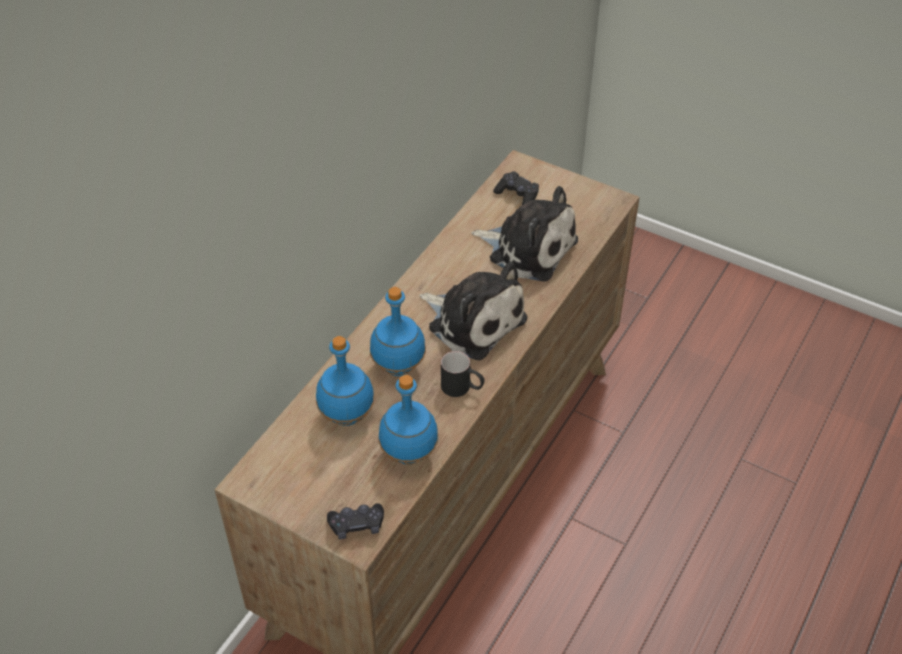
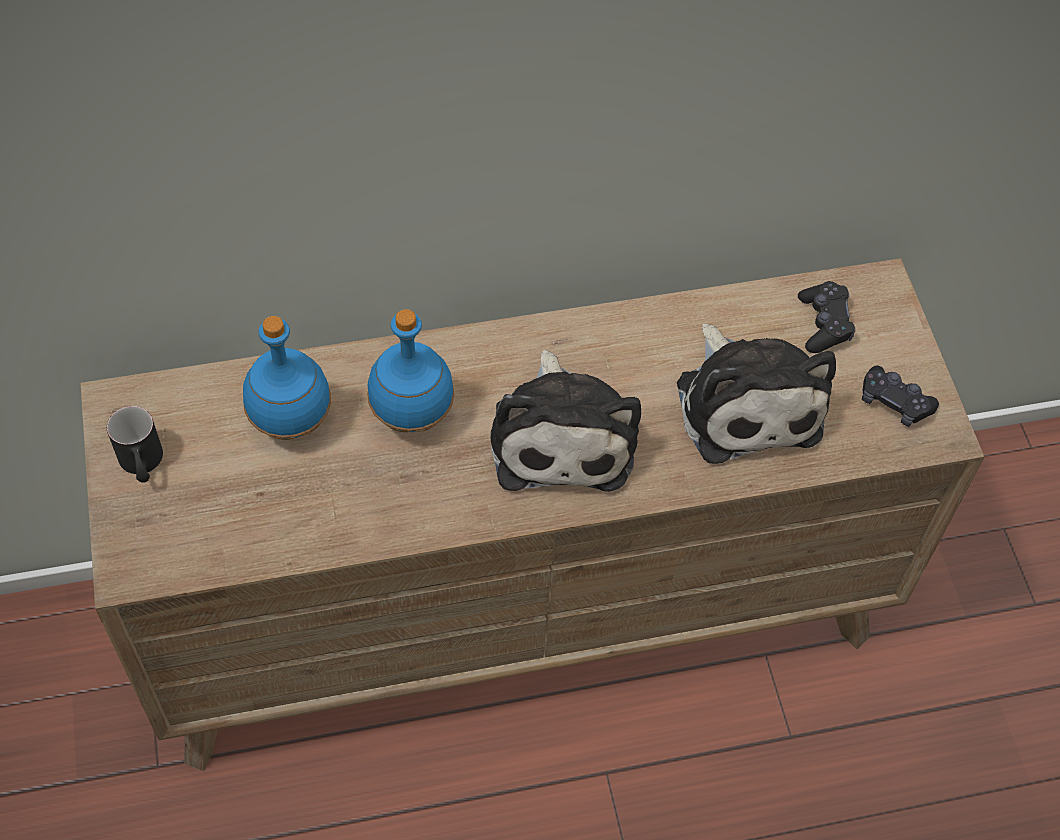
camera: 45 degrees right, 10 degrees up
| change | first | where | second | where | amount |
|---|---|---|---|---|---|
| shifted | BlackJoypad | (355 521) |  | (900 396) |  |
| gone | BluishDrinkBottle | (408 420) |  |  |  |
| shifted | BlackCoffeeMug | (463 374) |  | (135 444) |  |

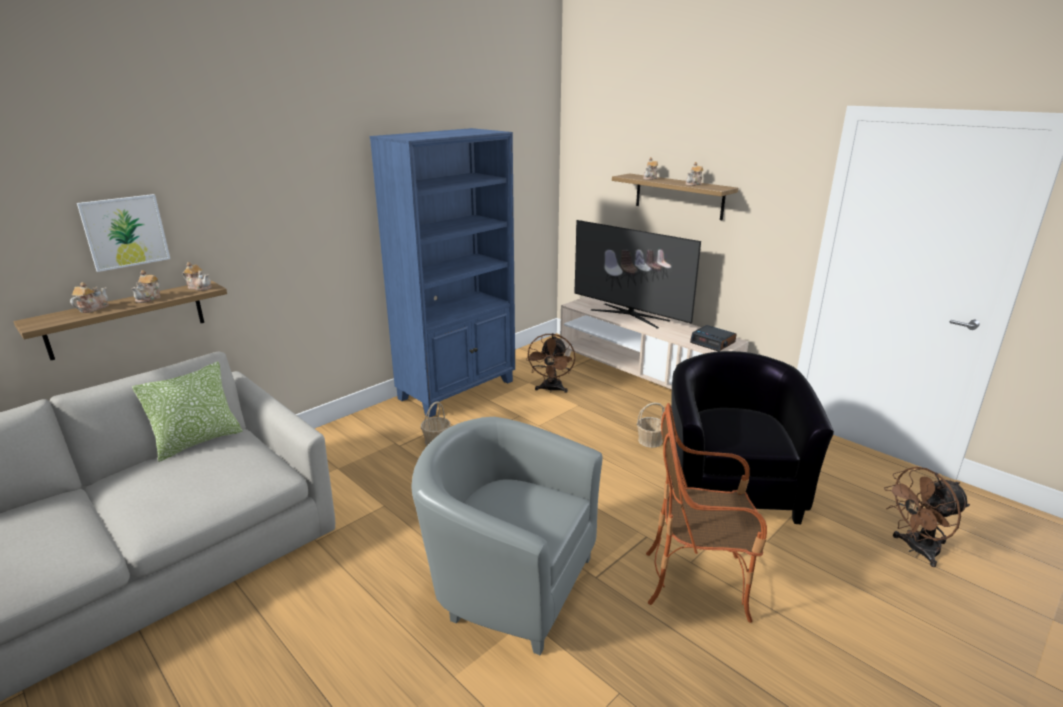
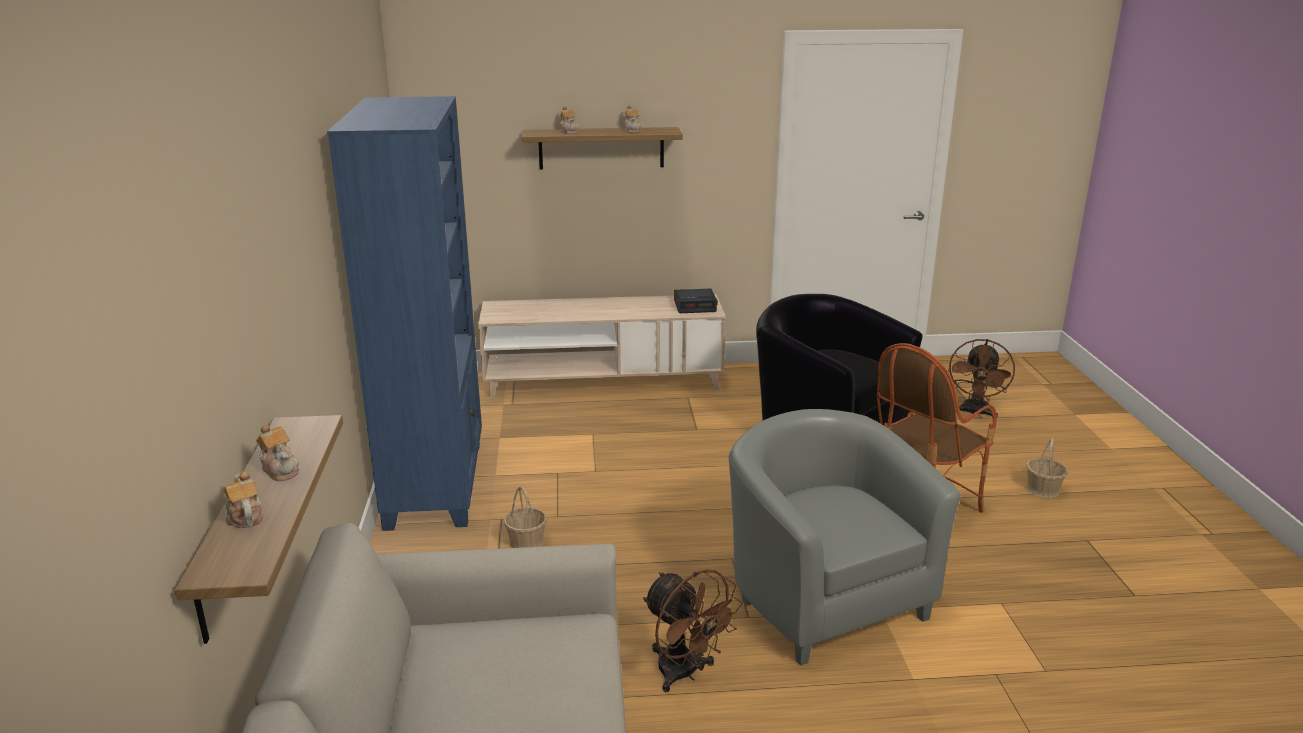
camera: 50 degrees left, 0 degrees up
| change | first | where | second | where | amount |
|---|---|---|---|---|---|
| gone | WallArt | (123 233) |  |  |  |
| gone | Pillow | (187 412) |  |  |  |
| gone | Teapot | (197 276) |  |  |  |
| rotated | GreyishArmchair | (506 536) |  | (844 537) | 90 degrees clockwise |
| shifted | BrownishElectricFan | (550 363) |  | (693 630) |  |
| gone | Tv | (637 274) |  |  |  |
| shifted | StorageBasket | (651 425) |  | (1047 468) |  |

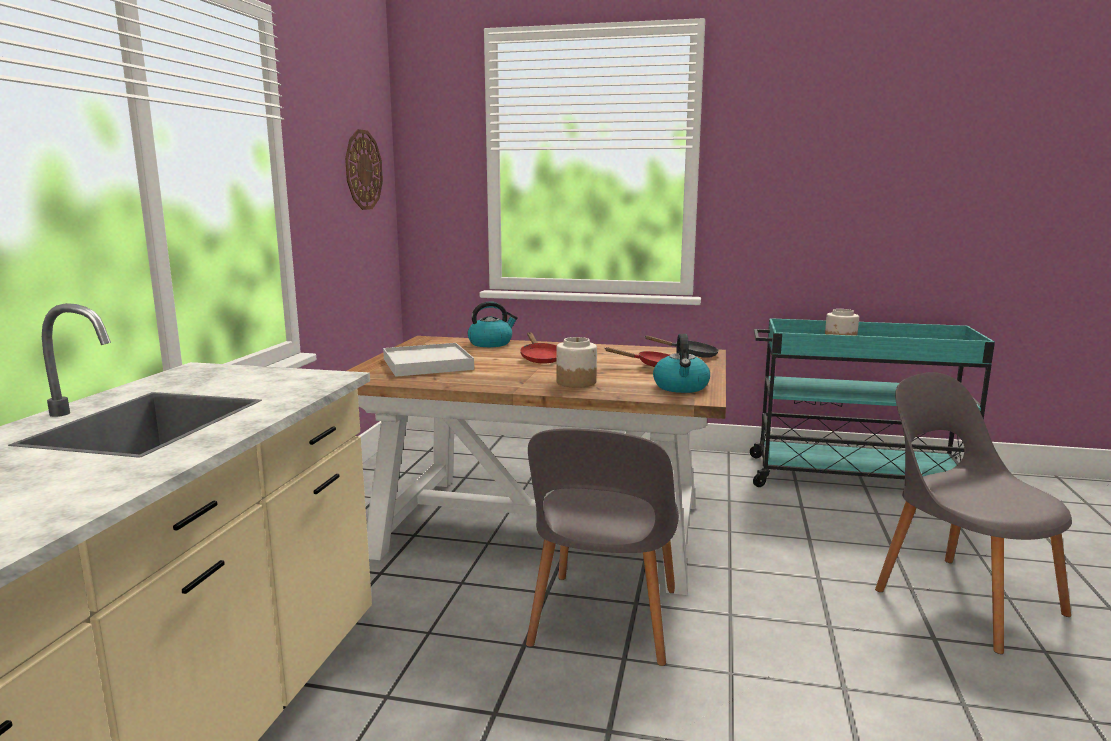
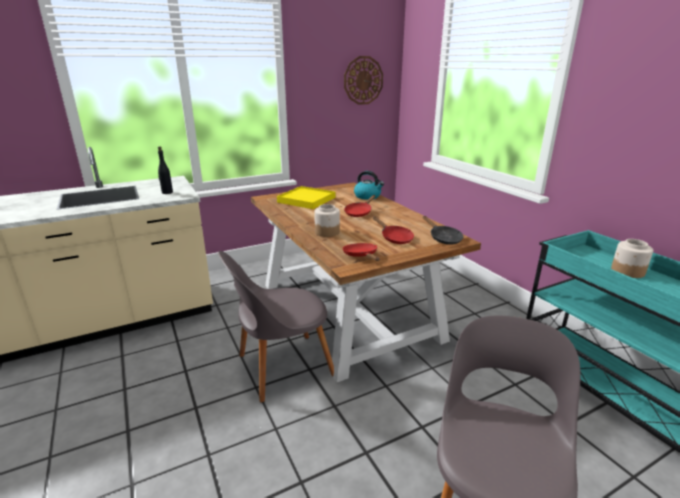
camera: 50 degrees right, 10 degrees up
| change | first | where | second | where | amount |
|---|---|---|---|---|---|
| repainted | WhiteColouredCarryingTray | (428 360) | YellowColouredCarryingTray | (306 197) |  |
| swapped | TeaKettle | (681 363) | ReddishFryingPan | (361 252) |  |
| new |  |  | BlackDrinkBottle | (165 170) |  |

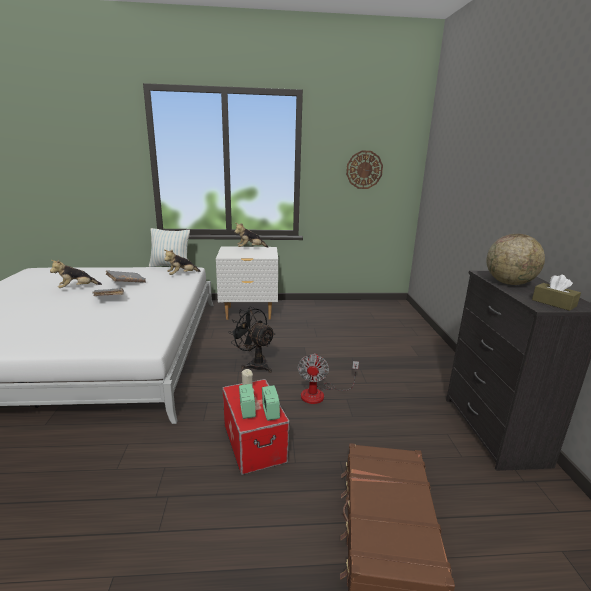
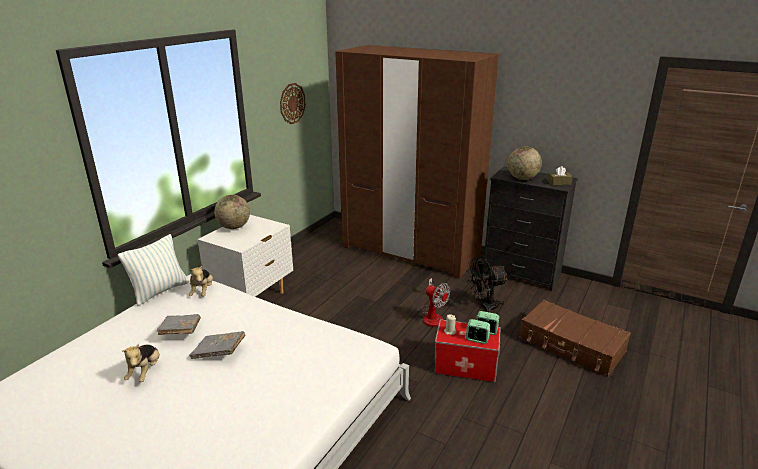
camera: 55 degrees left, 5 degrees up
| change | first | where | second | where | amount |
|---|---|---|---|---|---|
| shifted | BlackElectricFan | (251 339) |  | (487 285) |  |
| swapped | PlushToy | (251 235) | WorldGlobe | (232 212) |  |
| new |  |  | BrownishWardrobe | (417 161) |  |

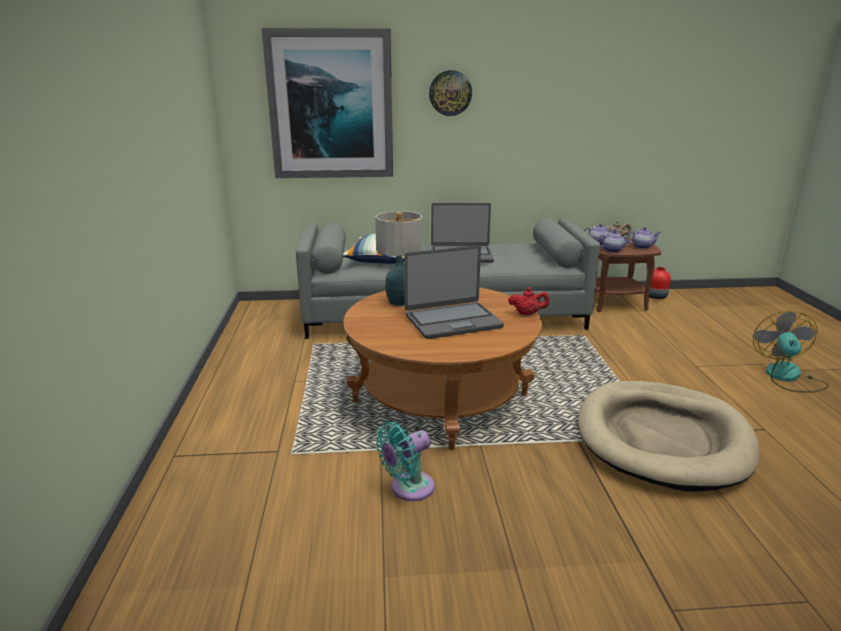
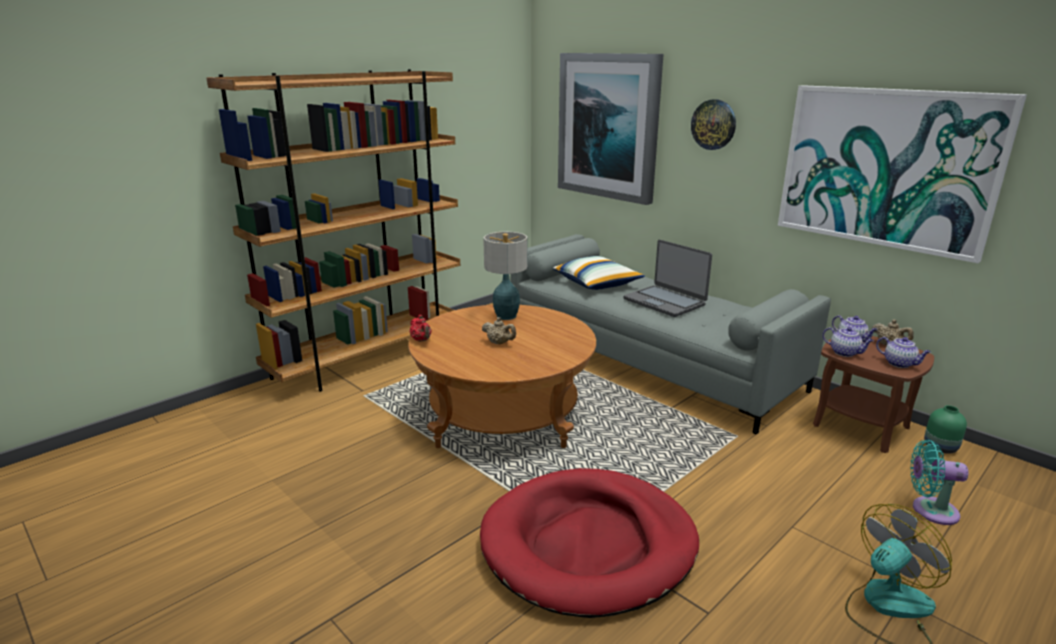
camera: 50 degrees right, 0 degrees up
| change | first | where | second | where | amount |
|---|---|---|---|---|---|
| shifted | TurquoiseElectricFan | (405 461) |  | (939 482) |  |
| swapped | Laptop | (454 292) | SandColouredTeapot | (499 331) |  |
| shifted | ReddishTeapot | (529 301) |  | (420 328) |  |
| repainted | SandColouredDogCushion | (669 436) | ReddishDogCushion | (589 543) |  |
| repainted | ReddishVase | (660 283) | GreenColouredVase | (945 429) |  |
| new |  |  | BrownishBookshelf | (333 230) |  |
| new |  |  | WallArt | (902 174) |  |

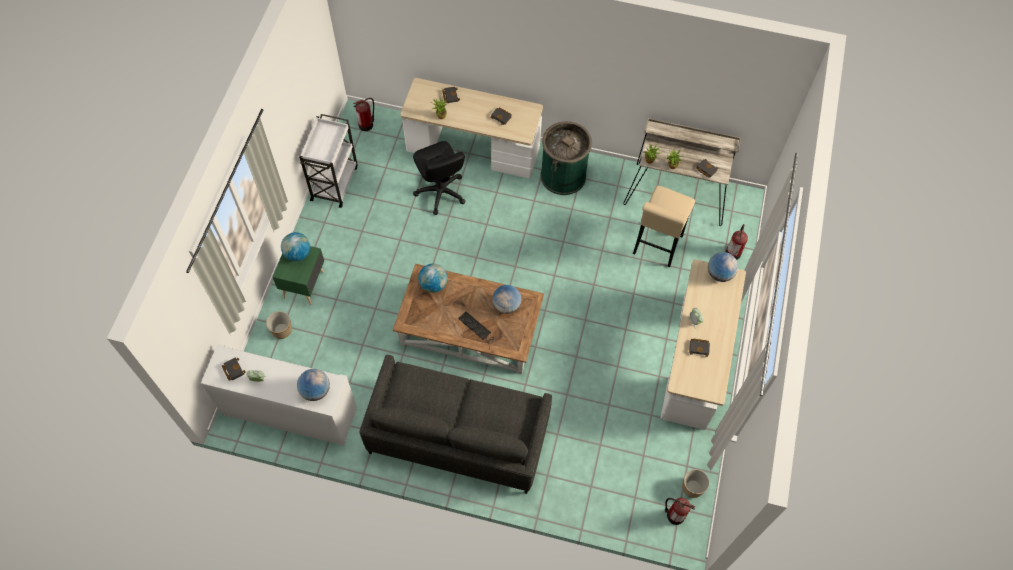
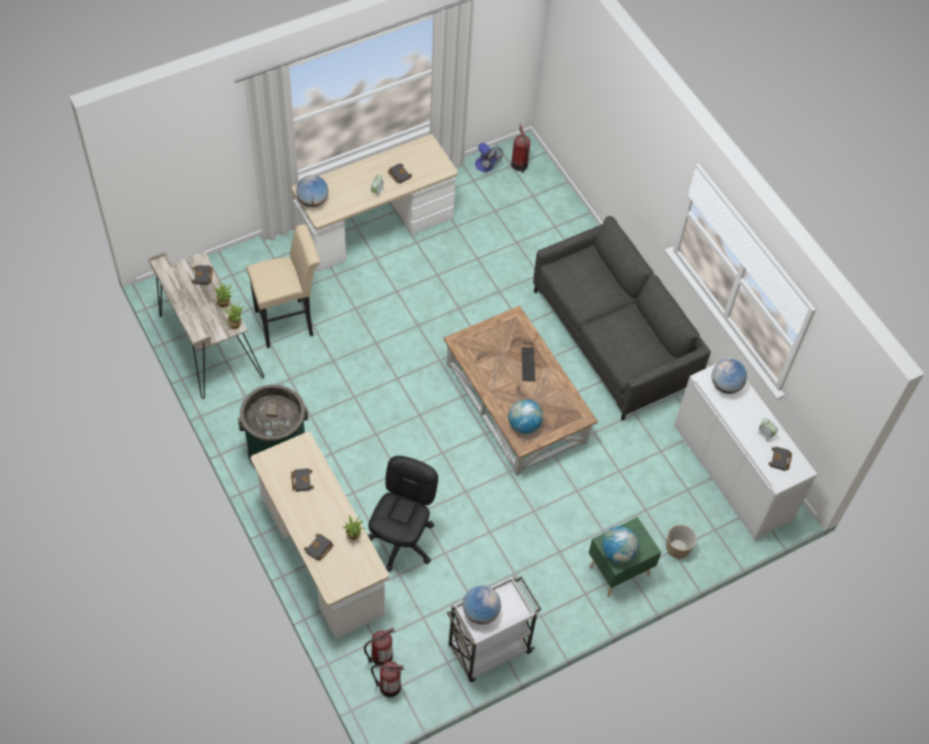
camera: 135 degrees left, 5 degrees down
| change | first | where | second | where | amount |
|---|---|---|---|---|---|
| shifted | WorldGlobe | (507 299) |  | (482 605) |  |
| swapped | FlowerPot | (696 483) | ElectricFan | (489 157) |  |
| shifted | FireExtinguisher | (737 242) |  | (379 646) |  |

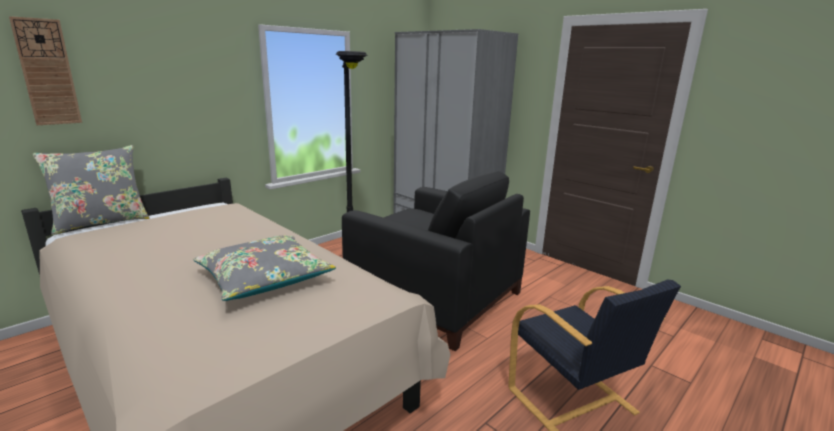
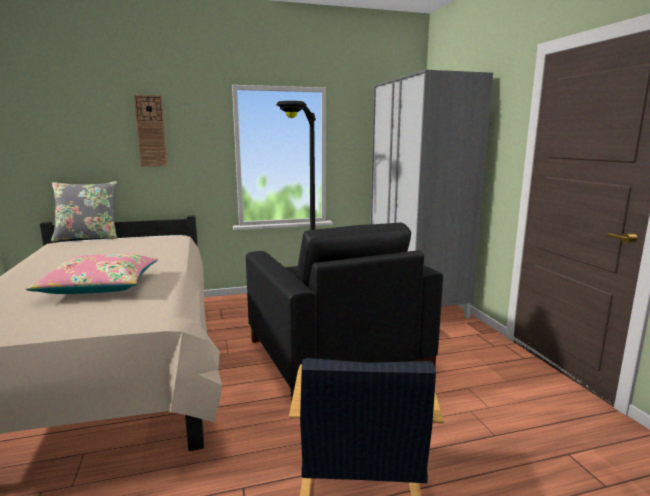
camera: 30 degrees right, 5 degrees down
| change | first | where | second | where | amount |
|---|---|---|---|---|---|
| shifted | HangingClock | (45 70) |  | (151 131) |  |
| repainted | GreyishPillow | (264 268) | PinkPillow | (91 274) |  |

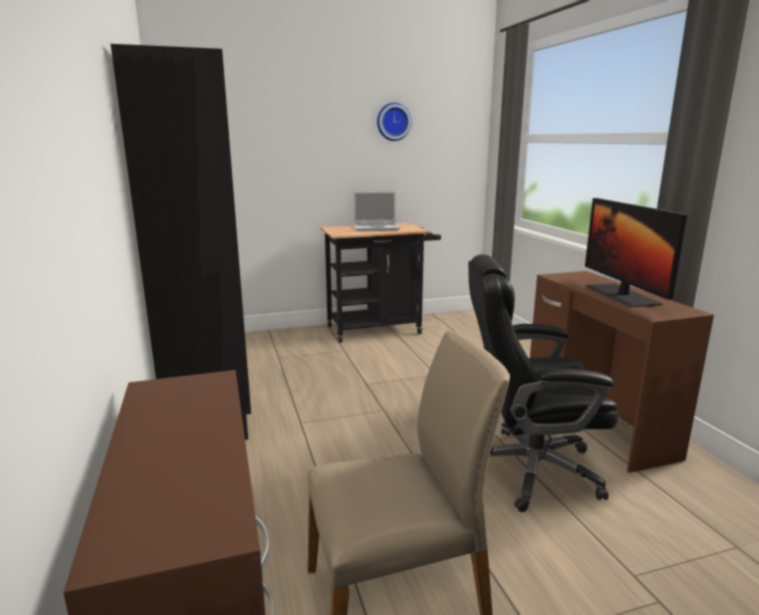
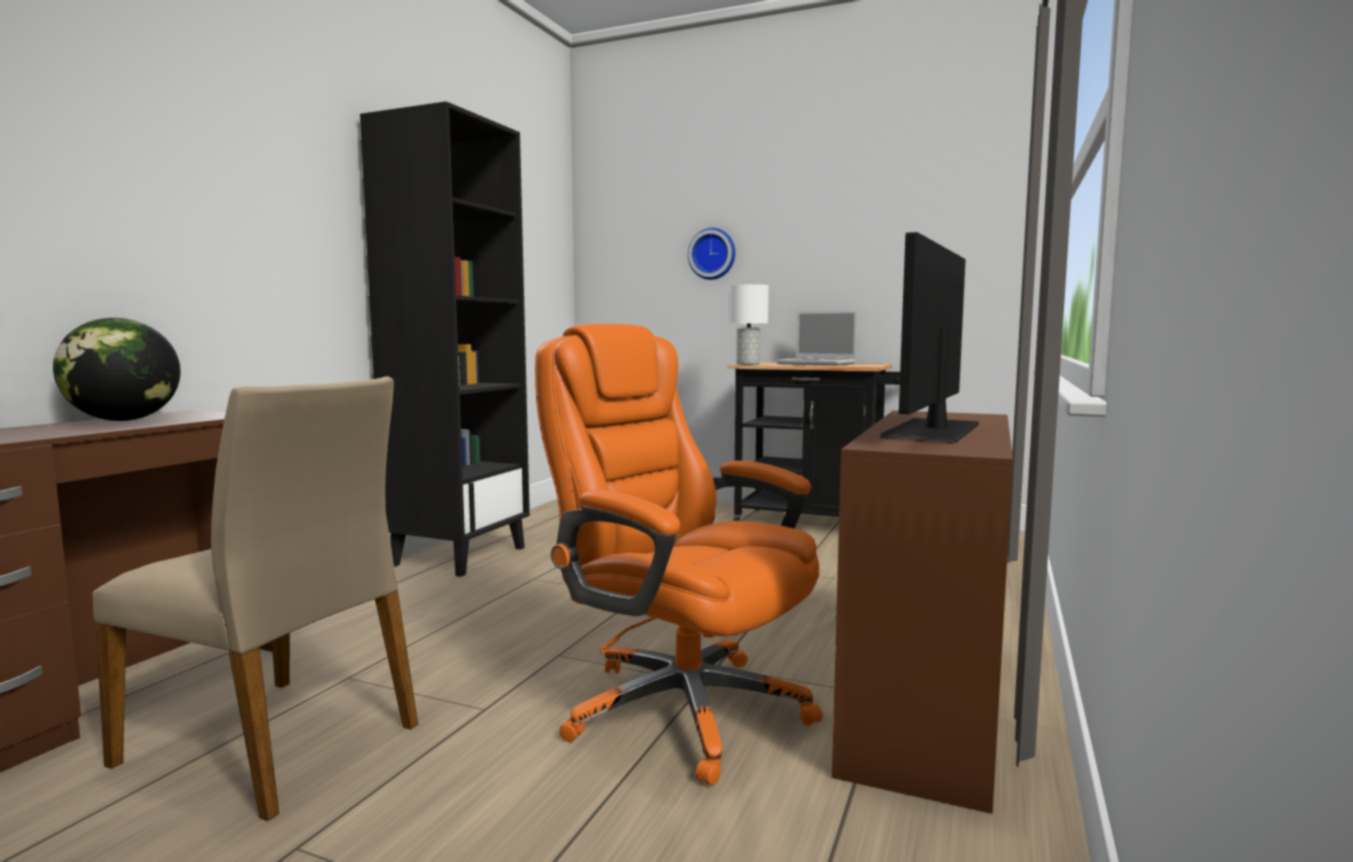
camera: 40 degrees right, 10 degrees down
| change | first | where | second | where | amount |
|---|---|---|---|---|---|
| shifted | HangingClock | (394 122) |  | (711 254) |  |
| repainted | BlackComputerChair | (543 383) | OrangeColouredComputerChair | (679 555) |  |
| new |  |  | WorldGlobe | (117 369) |  |
| new |  |  | WhiteColouredLampForATable | (749 324) |  |

